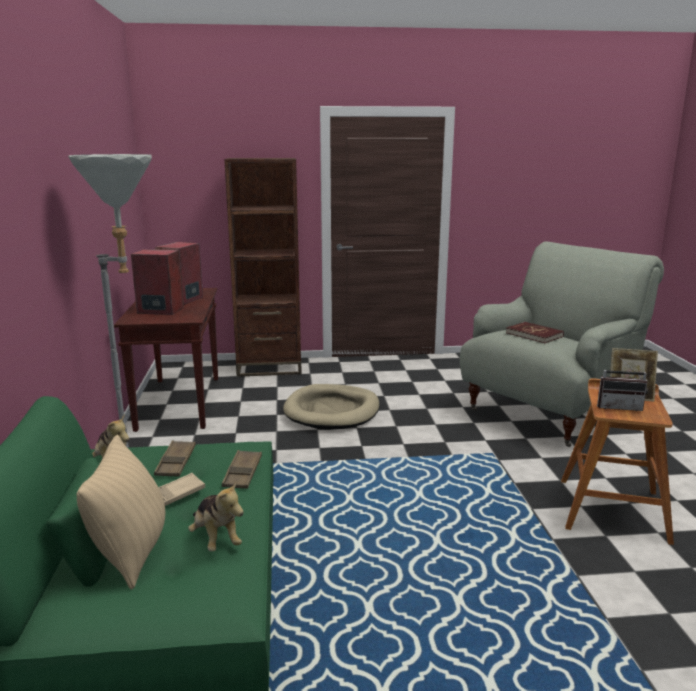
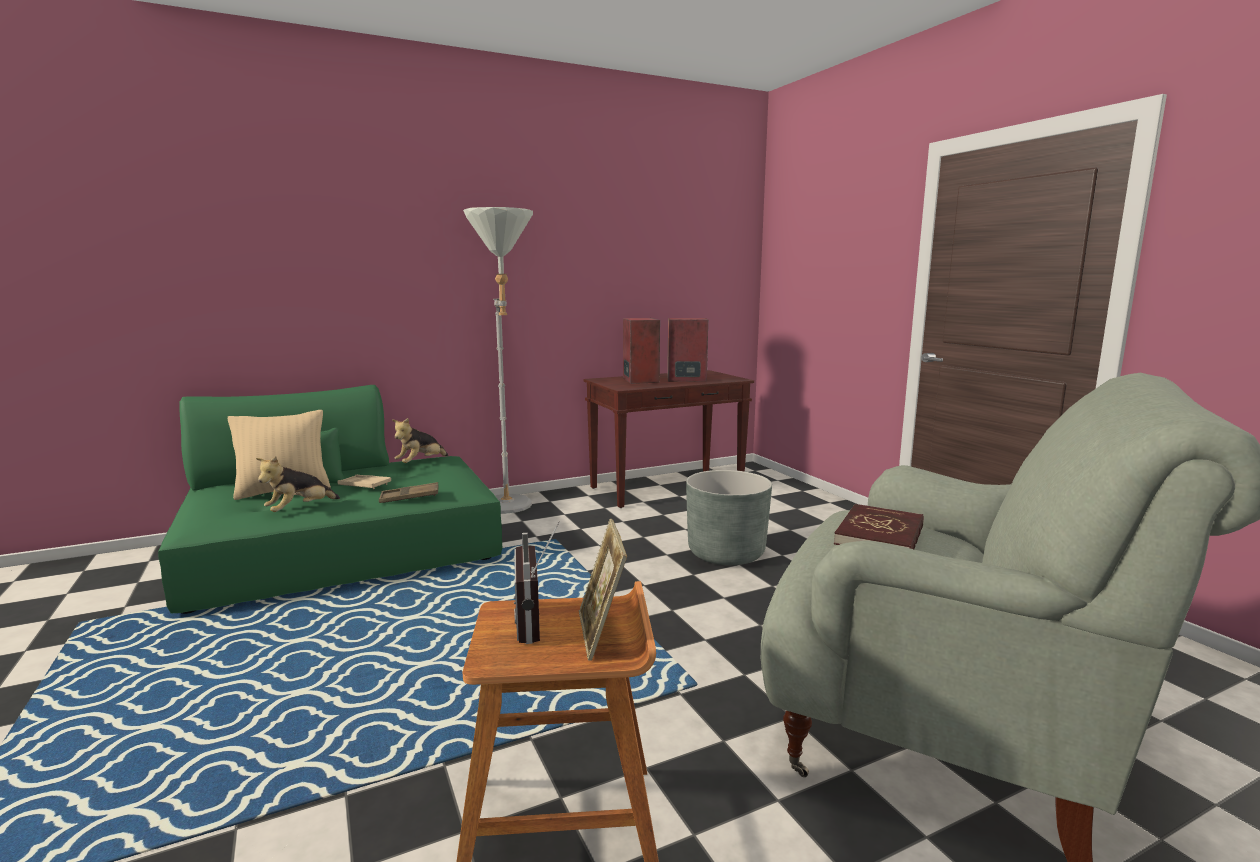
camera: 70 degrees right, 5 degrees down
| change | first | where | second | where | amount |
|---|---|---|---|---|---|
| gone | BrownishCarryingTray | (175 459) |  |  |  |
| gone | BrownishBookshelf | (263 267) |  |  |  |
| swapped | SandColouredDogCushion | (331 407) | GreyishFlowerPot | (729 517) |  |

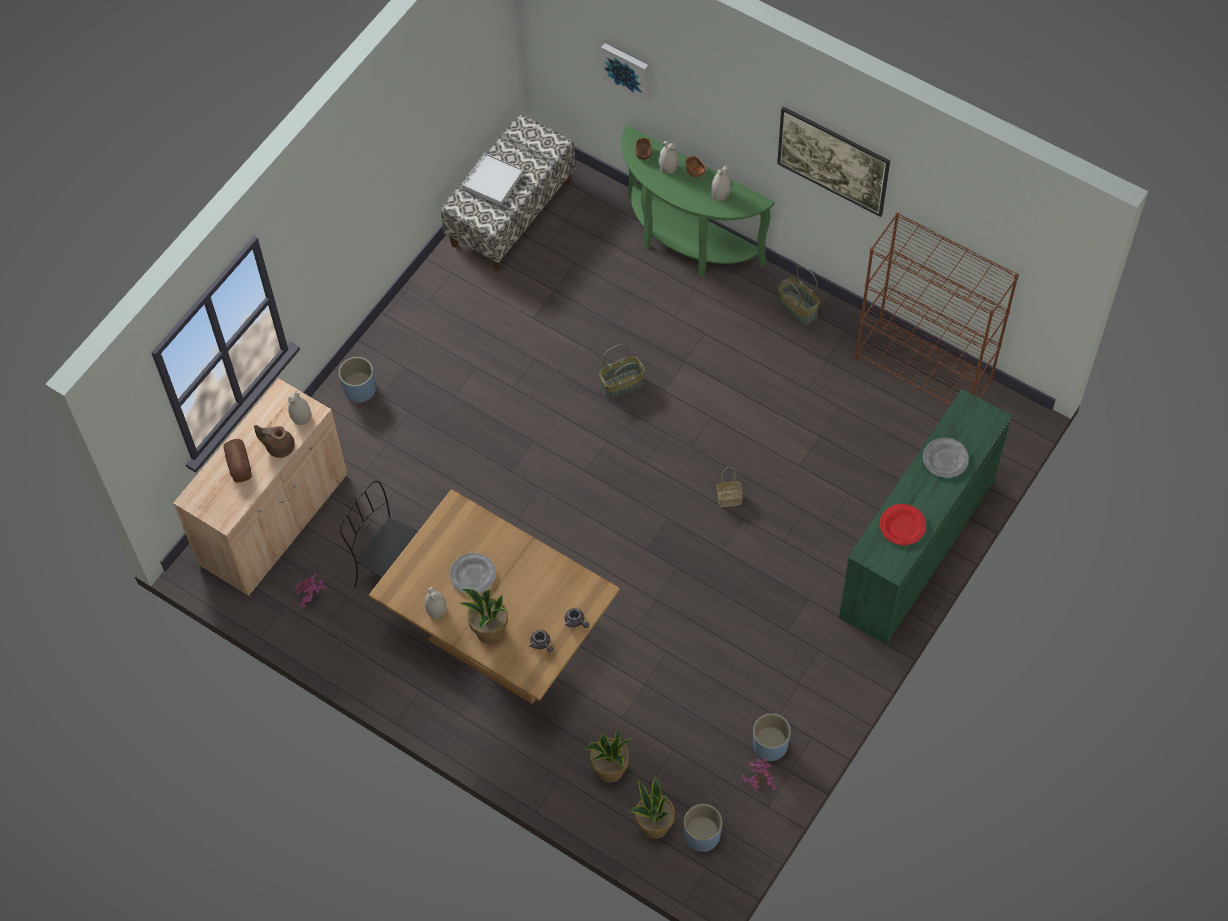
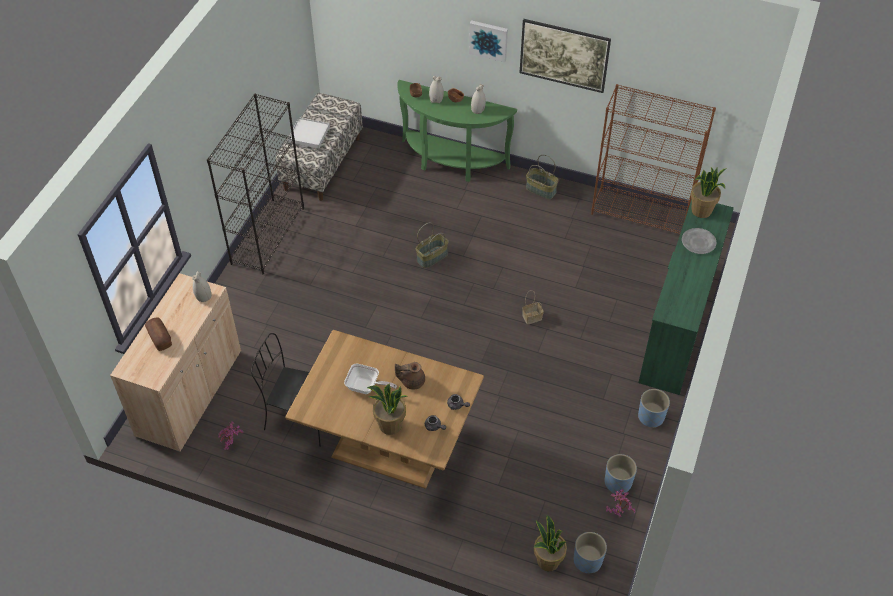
camera: 15 degrees left, 10 degrees down
| change | first | where | second | where | amount |
|---|---|---|---|---|---|
| shifted | BrownishTeapot | (274 441) |  | (410 376) |  |
| shifted | BluishFlowerPot | (357 380) |  | (654 408) |  |
| gone | WhiteColouredVase | (436 603) |  |  |  |
| swapped | GreyishDinnerPlate | (473 573) | FryingPan | (370 378) |  |
| shifted | PottedPlant | (608 756) |  | (709 193) |  |
| shifted | WallArt | (625 72) |  | (488 41) |  |
| gone | ReddishDinnerPlate | (903 524) |  |  |  |
| new |  |  | BlackBookshelf | (255 183) |  |

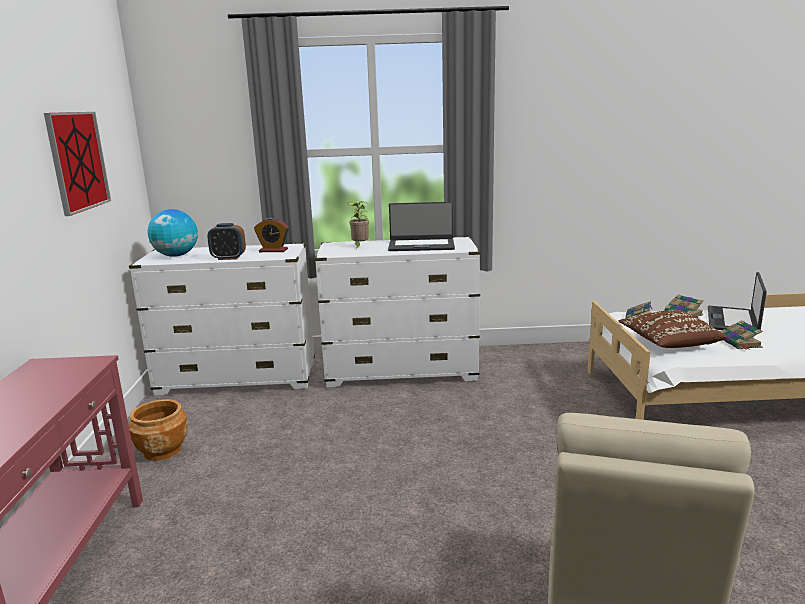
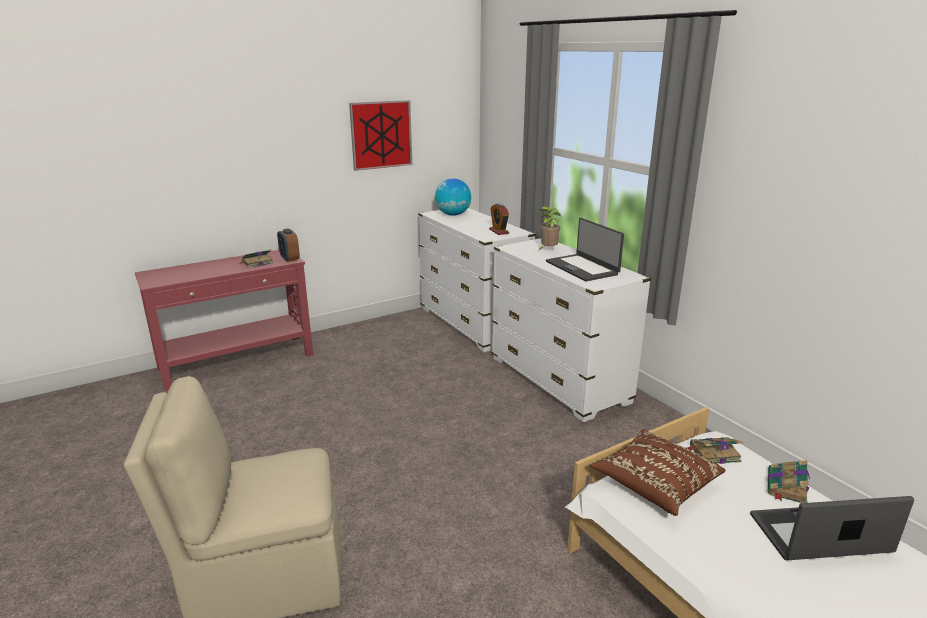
camera: 60 degrees right, 5 degrees up
| change | first | where | second | where | amount |
|---|---|---|---|---|---|
| gone | BrownishFlowerPot | (158 430) |  |  |  |
| shifted | TableClock | (226 241) |  | (288 245) |  |
| shifted | Volume | (741 335) |  | (256 259) |  |

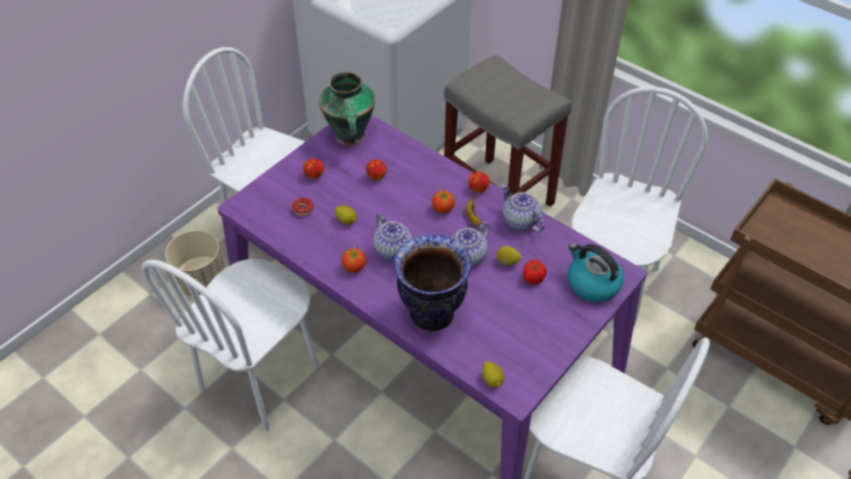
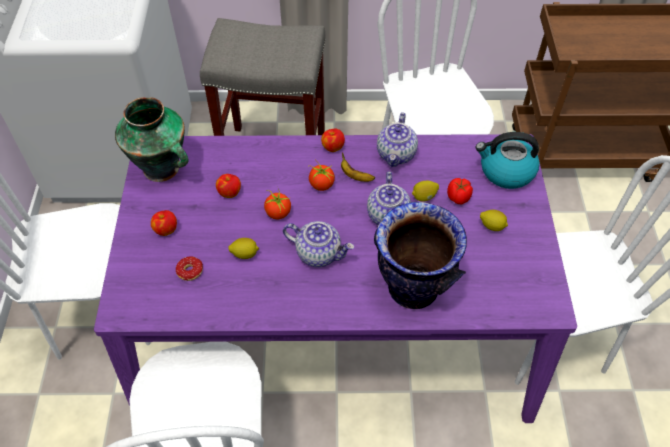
camera: 40 degrees left, 5 degrees up
| change | first | where | second | where | amount |
|---|---|---|---|---|---|
| gone | SandColouredFlowerPot | (195 263) |  |  |  |
| shifted | Tomato | (353 258) |  | (277 203) |  |
| shifted | CitrusFruit | (493 374) |  | (494 220) |  |
| rotated | Teapot | (523 208) |  | (397 140) | 90 degrees counterclockwise |

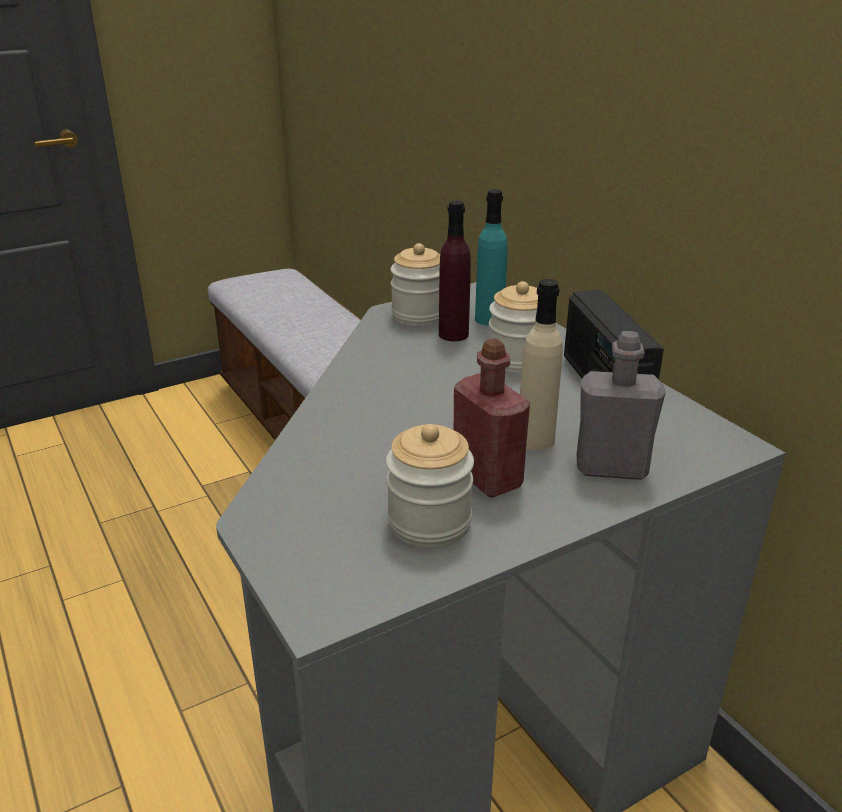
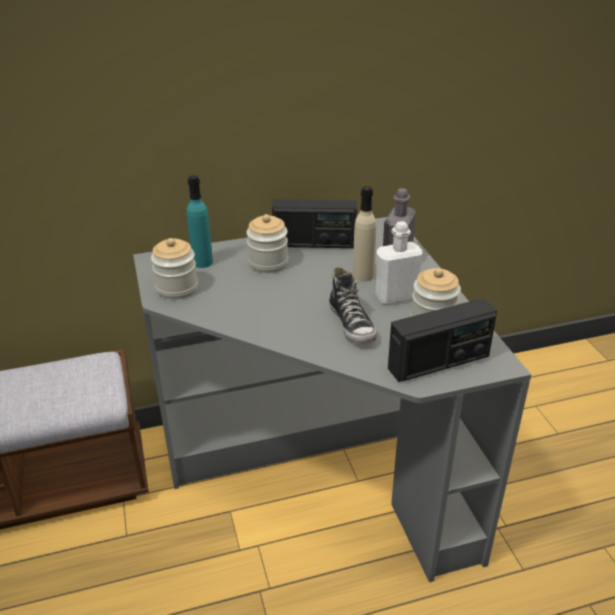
camera: 75 degrees left, 5 degrees up
| change | first | where | second | where | amount |
|---|---|---|---|---|---|
| gone | PurpleColouredDrinkBottle | (455 270) |  |  |  |
| repainted | ReddishDrinkBottle | (492 418) | WhiteColouredDrinkBottle | (398 263) |  |
| new |  |  | LowShoe | (353 305) |  |
| new |  |  | Radio | (442 340) |  |

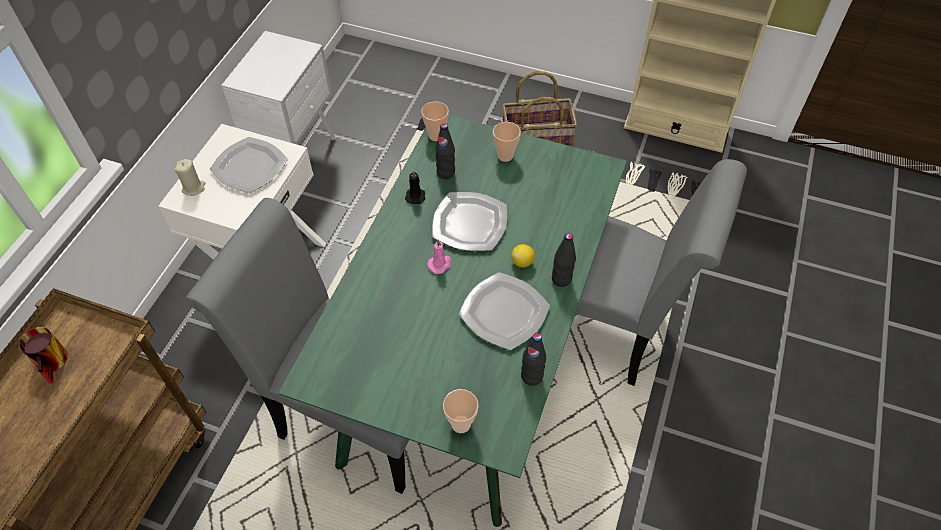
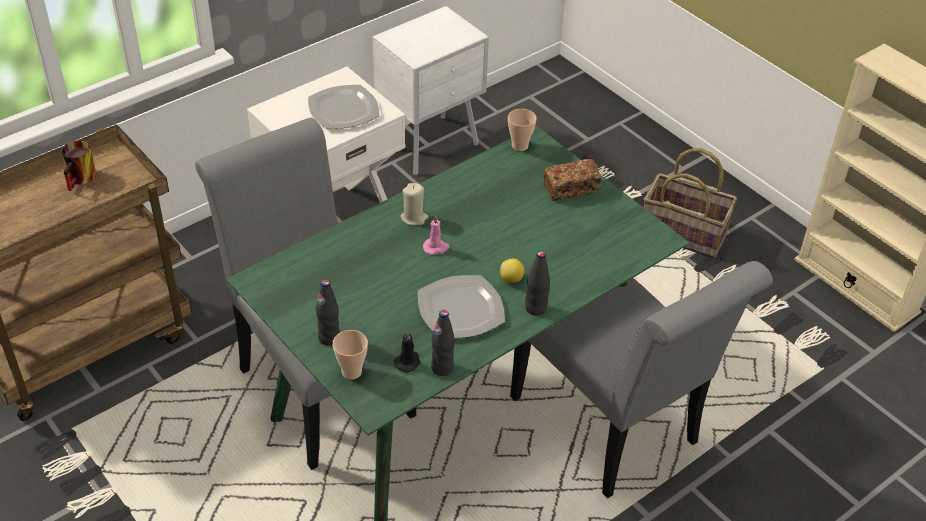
camera: 30 degrees right, 10 degrees down
| change | first | where | second | where | amount |
|---|---|---|---|---|---|
| shifted | SandColouredCandle | (189 177) |  | (414 204) |  |
| shifted | BlackCandle | (415 187) |  | (407 352) |  |
| gone | DinnerPlate | (469 221) |  |  |  |
| shifted | BlackDrinkBottle | (445 151) |  | (328 312) |  |
| swapped | DrinkingCup | (507 142) | BakeryBread | (572 180) |  |

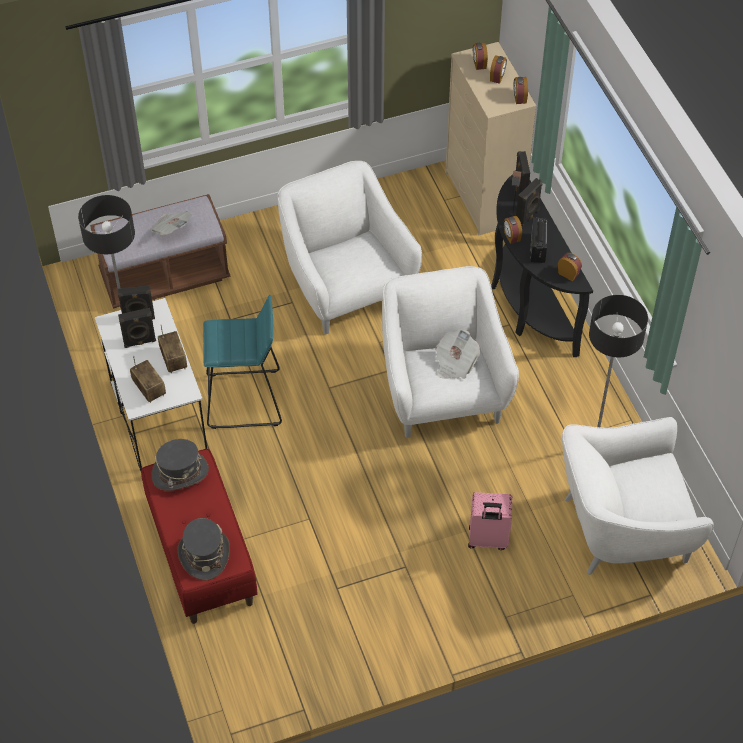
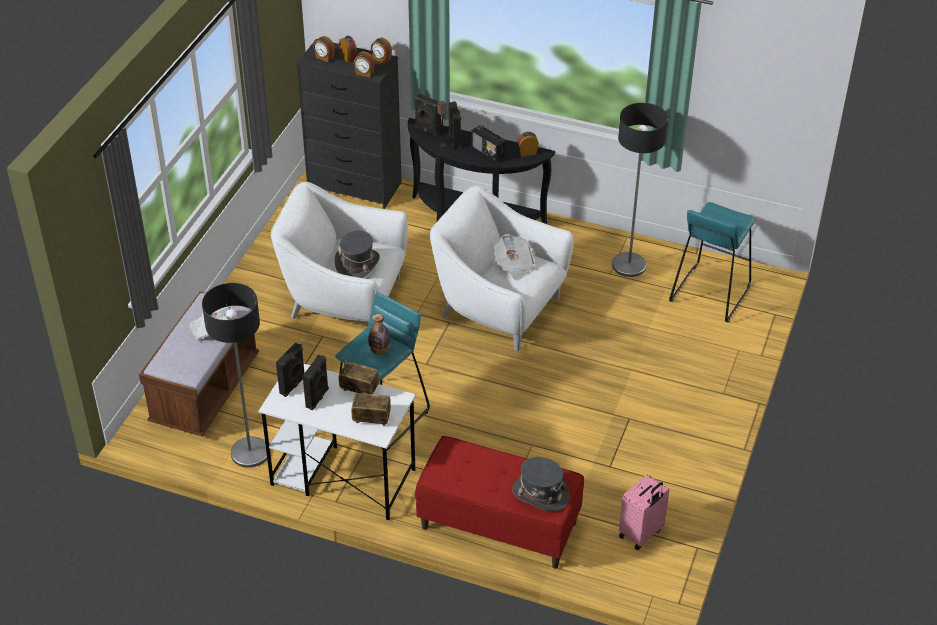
camera: 50 degrees left, 10 degrees down
| change | first | where | second | where | amount |
|---|---|---|---|---|---|
| shifted | GreyishClothingHat | (180 465) |  | (357 254) |  |
| repainted | SandColouredChestOfDrawers | (490 139) | BlackChestOfDrawers | (349 124) |  |
| shifted | PinkTravelCase | (490 521) |  | (644 512) |  |
| shifted | TableClock | (513 230) |  | (364 64) |  |
| swapped | WhiteColouredArmchair | (638 496) | TurquoiseStool | (712 262) |  |
| new |  |  | DrinkBottle | (379 334) |  |

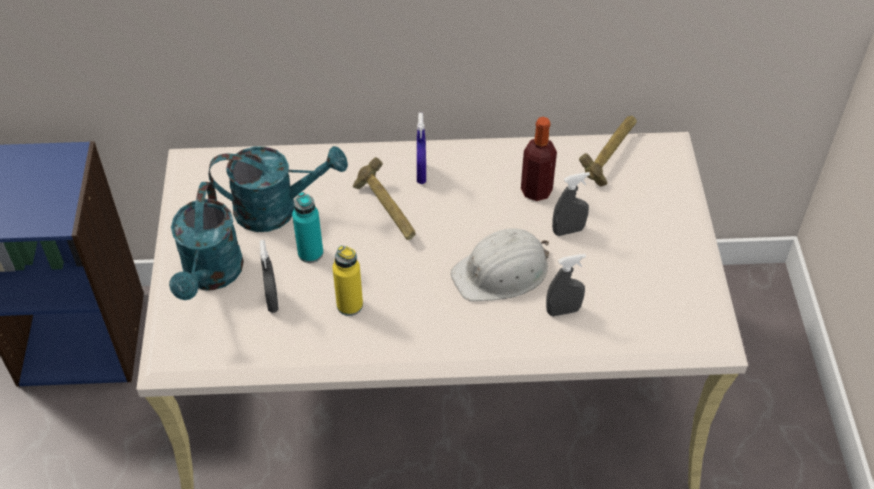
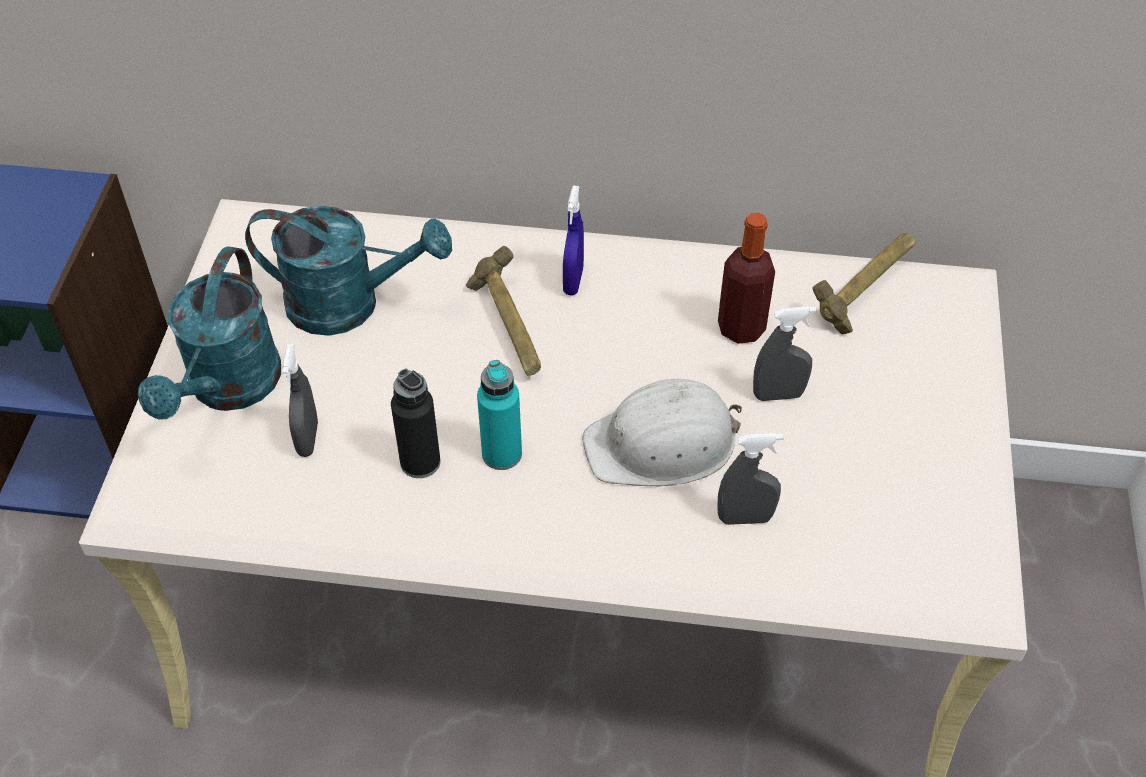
camera: 10 degrees right, 0 degrees up
| change | first | where | second | where | amount |
|---|---|---|---|---|---|
| shifted | TurquoiseDrinkBottle | (307 227) |  | (499 415) |  |
| repainted | YellowColouredDrinkBottle | (348 281) | BlackDrinkBottle | (416 423) |  |

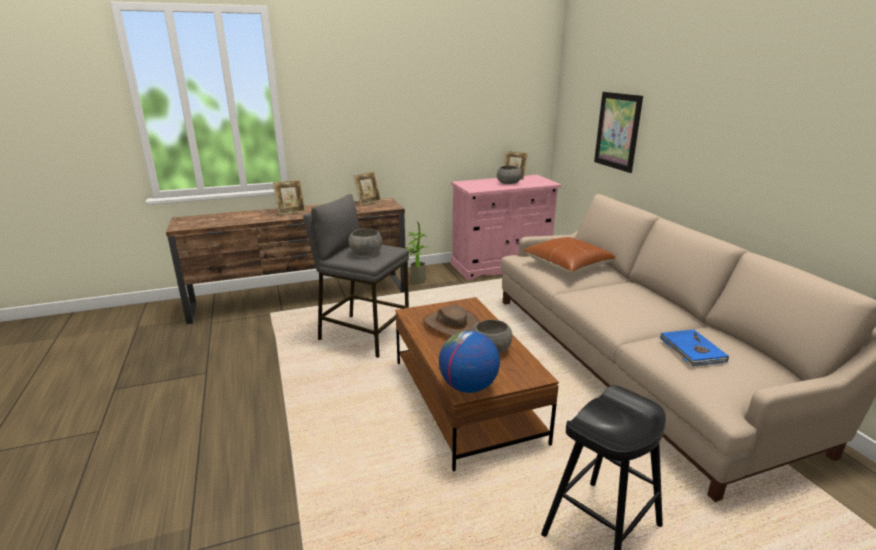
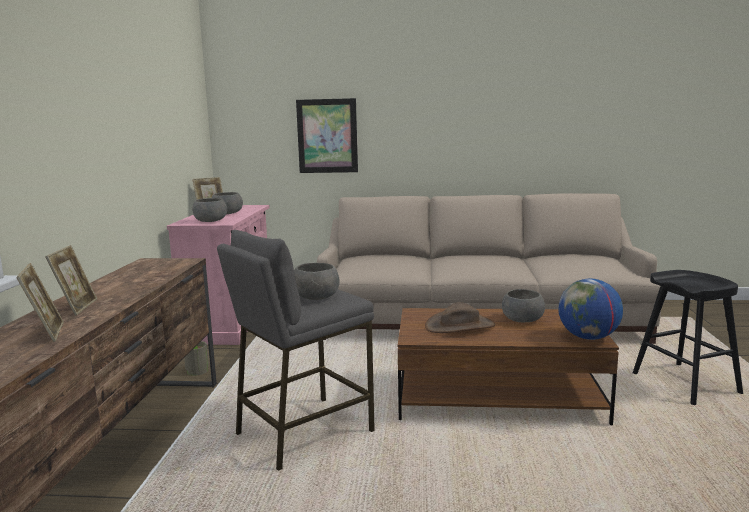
camera: 65 degrees left, 10 degrees down
| change | first | where | second | where | amount |
|---|---|---|---|---|---|
| shifted | PictureFrame | (367 188) |  | (40 302) |  |
| gone | BrownishPillow | (569 255) |  |  |  |
| gone | BluishVolume | (694 347) |  |  |  |
| new |  |  | GreyishServingBowl | (209 210) |  |

